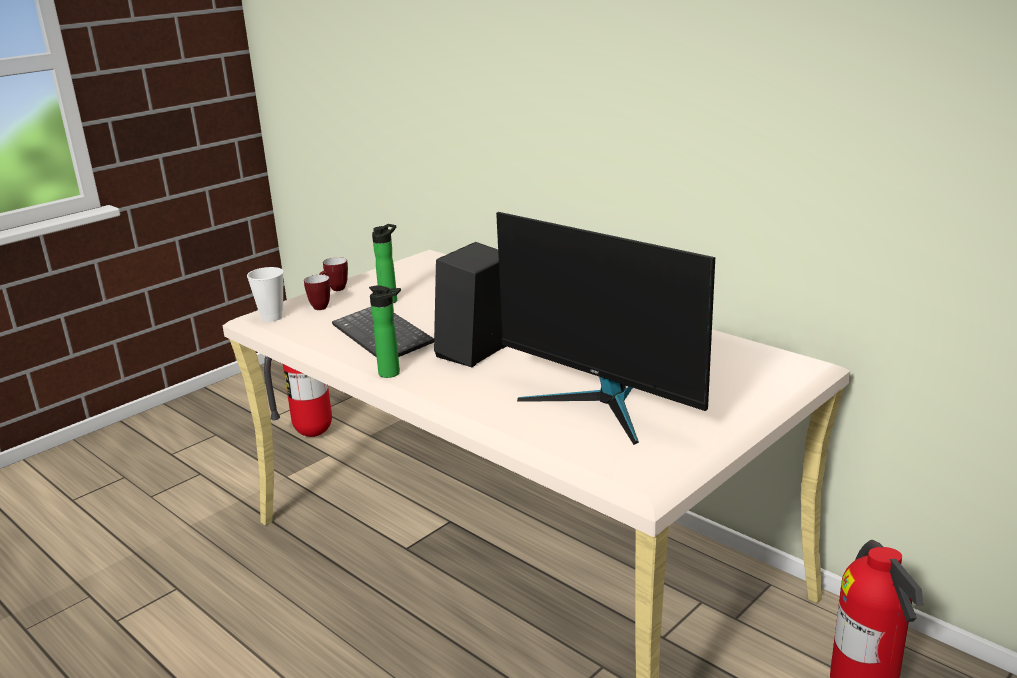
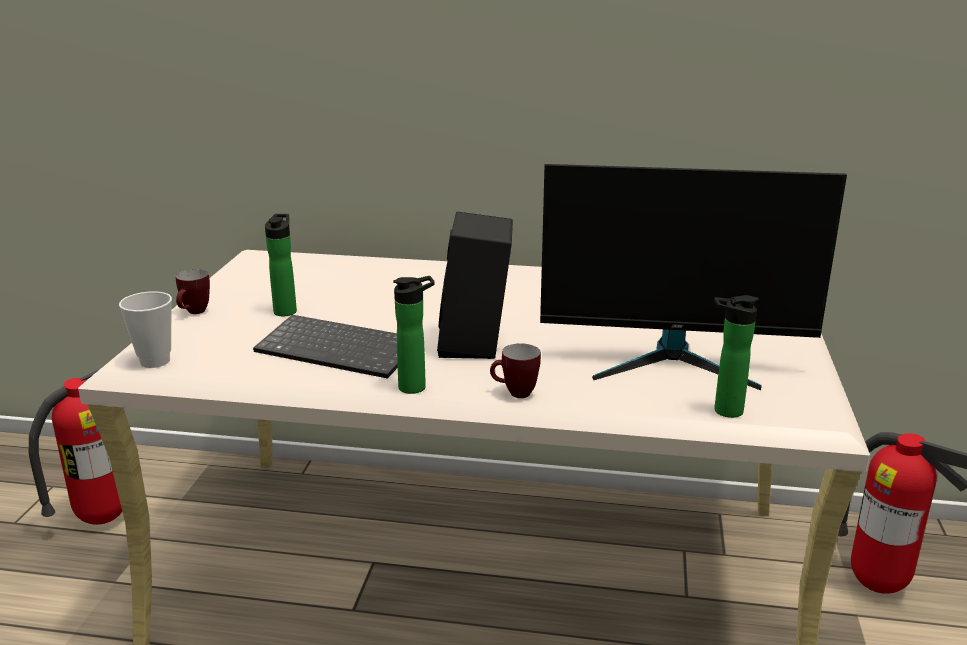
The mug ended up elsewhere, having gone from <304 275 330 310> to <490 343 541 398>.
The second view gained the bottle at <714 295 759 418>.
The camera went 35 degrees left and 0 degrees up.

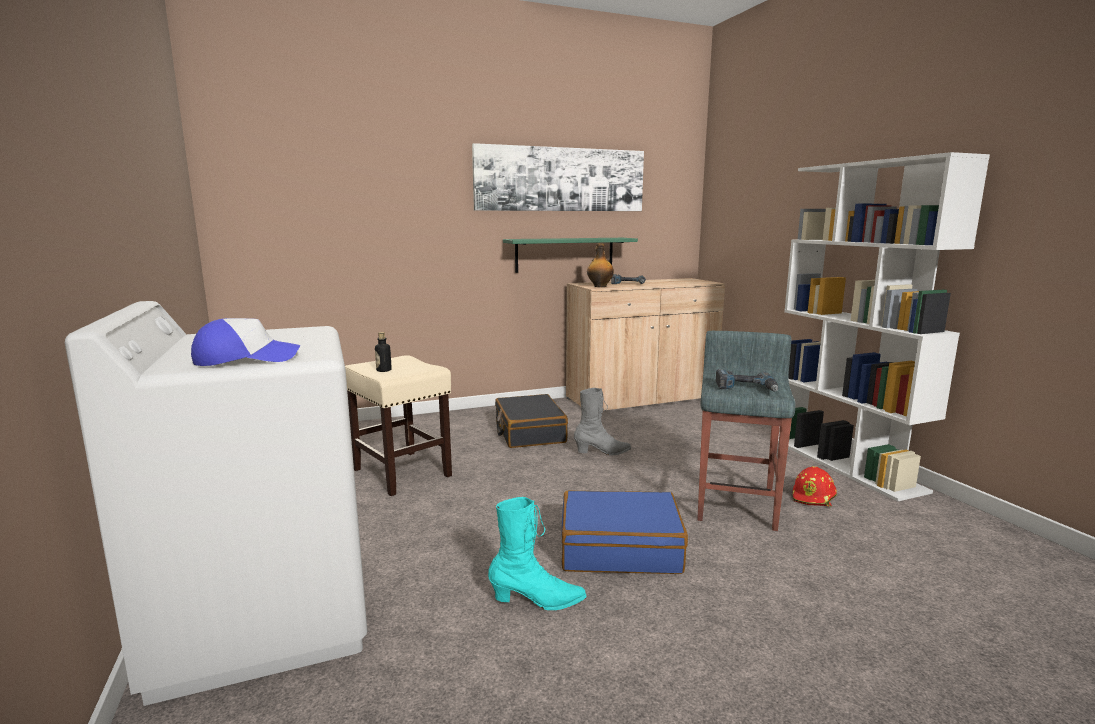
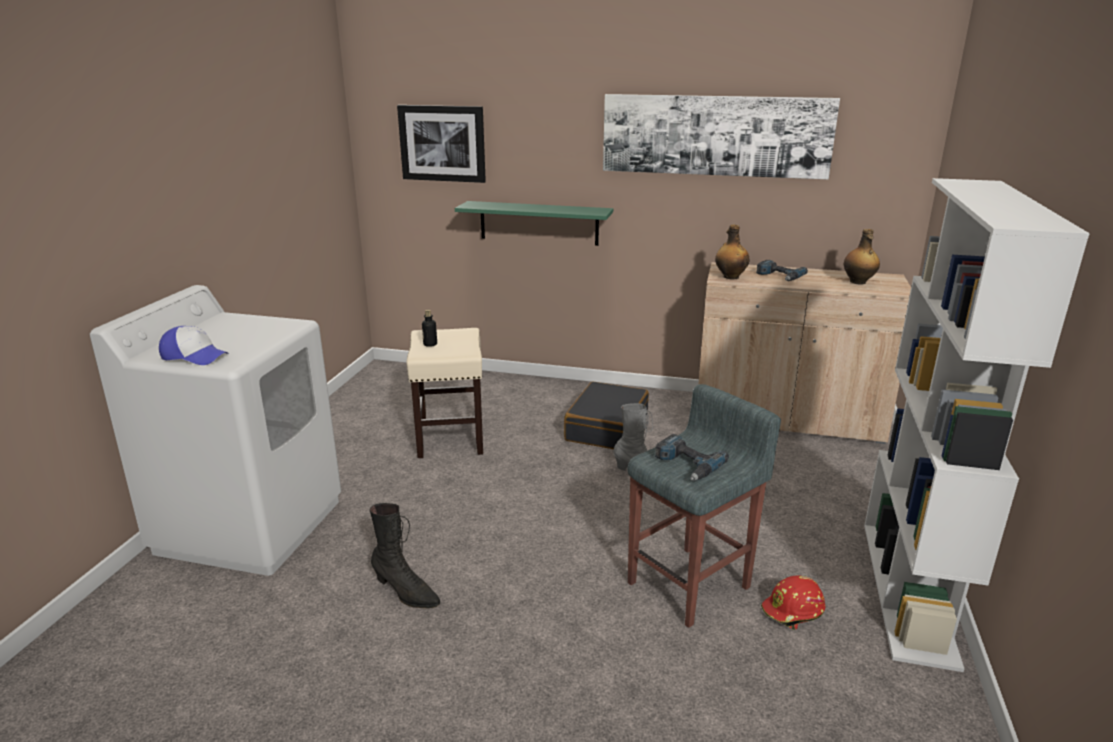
What was the turquoise boot at <488 497 586 610> turned into the black boot at <370 503 440 608>.
The green shelf ended up elsewhere, having gone from <503 238 638 273> to <455 201 613 246>.
The second view lost the blue suitcase at <562 490 688 574>.
The second view gained the picture at <397 105 486 183>.
The second view gained the bottle at <844 229 880 285>.
The camera went 35 degrees right and 10 degrees up.

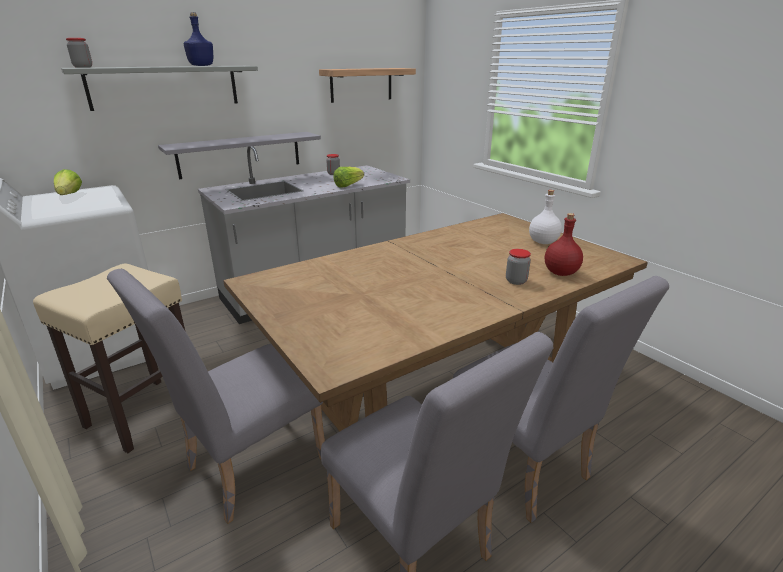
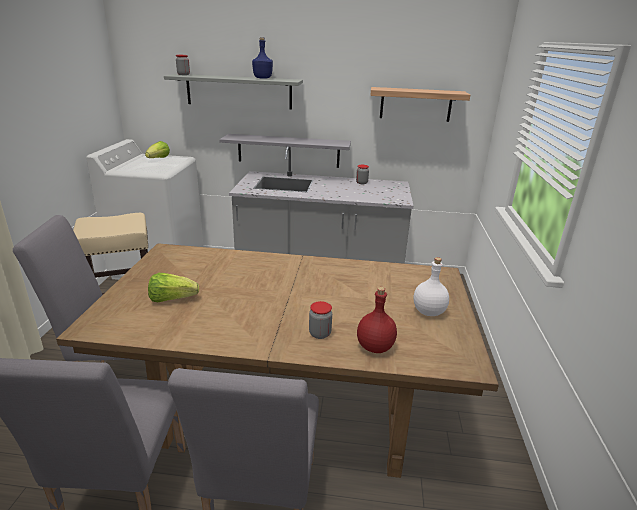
The lettuce ended up elsewhere, having gone from <333 167 364 188> to <148 273 199 302>.
The camera went 40 degrees right and 0 degrees up.

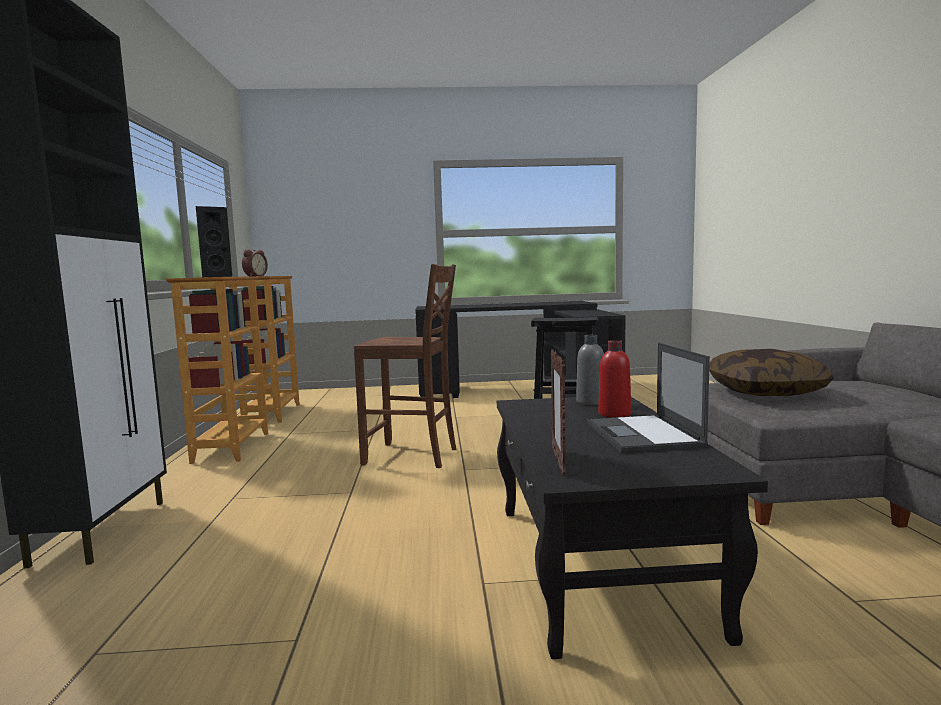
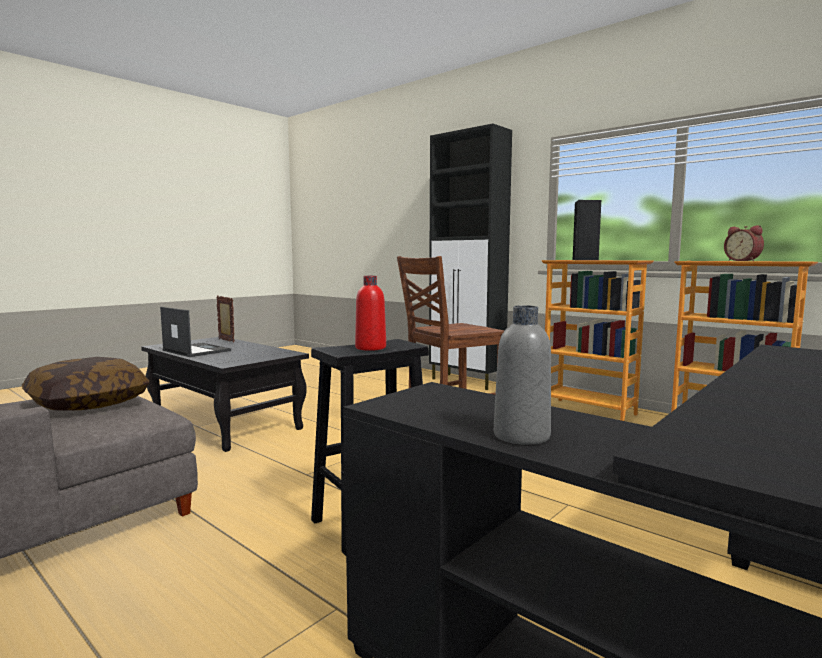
The grey bottle ended up elsewhere, having gone from <576 335 604 405> to <494 305 551 445>.
The red bottle ended up elsewhere, having gone from <598 340 631 418> to <355 276 386 351>.
The camera went 135 degrees right and 0 degrees up.

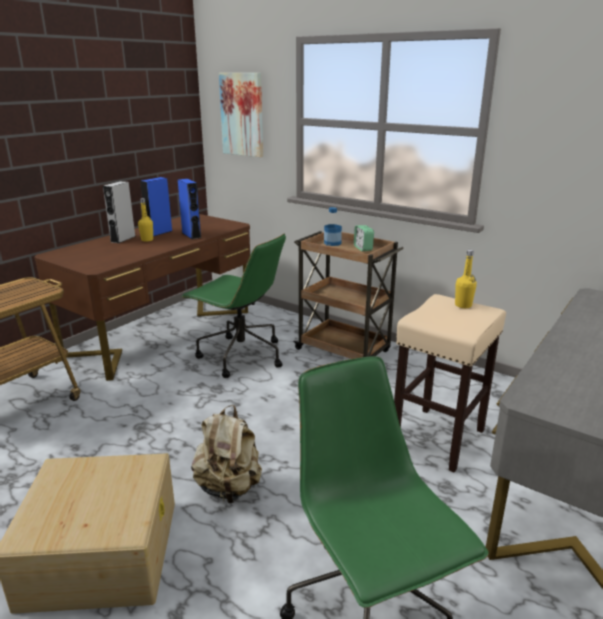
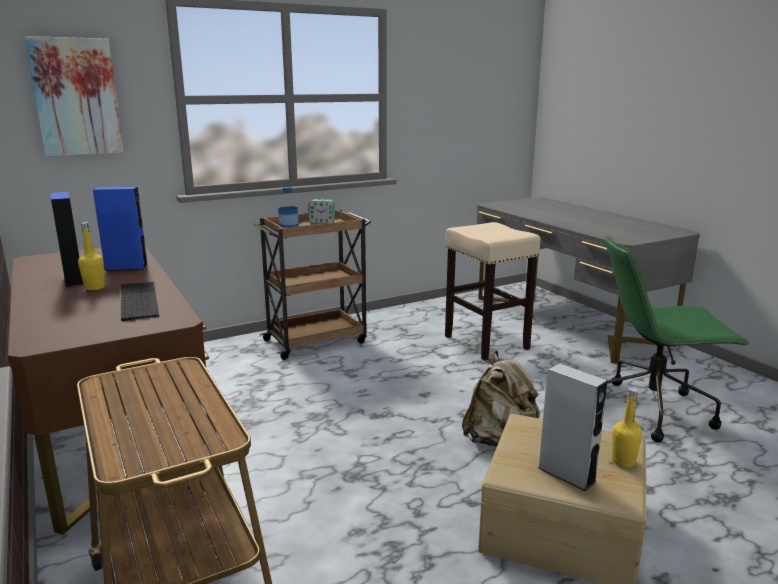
The grey speaker ended up elsewhere, having gone from <103 181 136 243> to <538 363 608 491>.
The second view lost the green office chair at <181 233 286 378>.
The yellow bottle ended up elsewhere, having gone from <455 250 477 308> to <612 388 642 467>.
The second view gained the keyboard at <121 282 159 321>.
The camera went 65 degrees left and 5 degrees down.

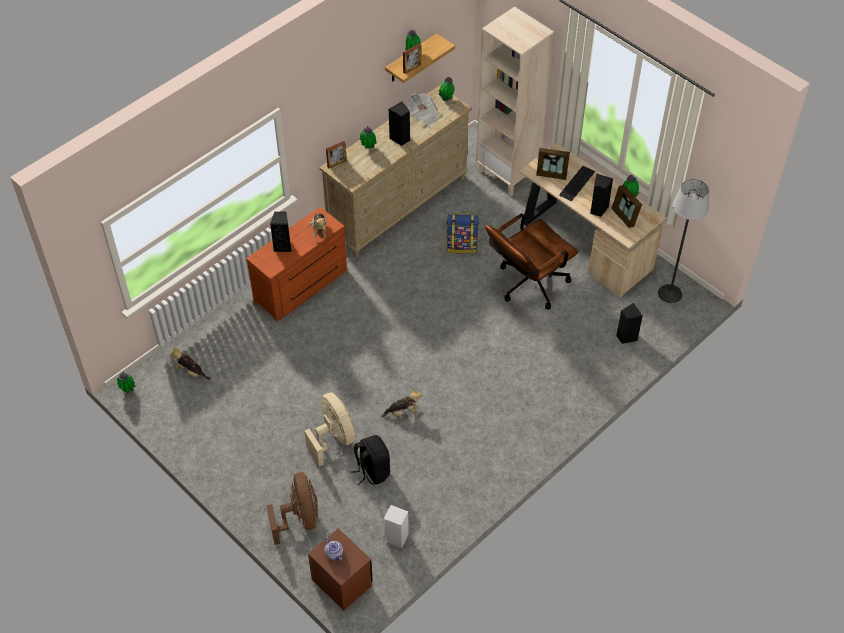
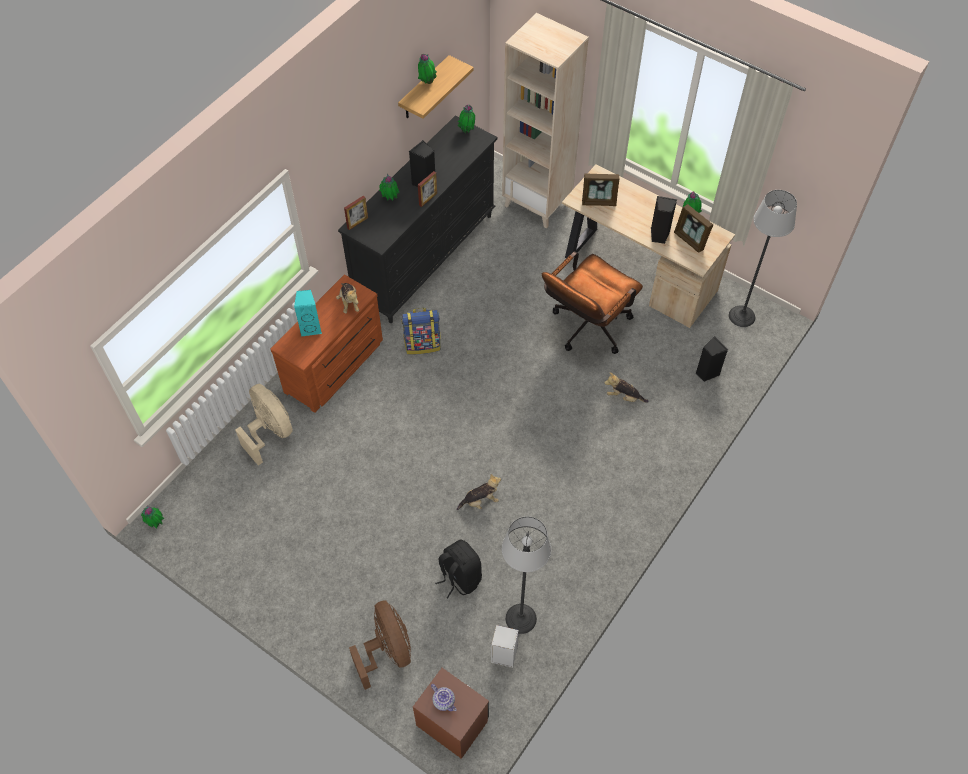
The plush toy ended up elsewhere, having gone from <169 347 211 380> to <604 372 649 403>.
What was the black speaker at <270 212 291 252> turned into the turquoise speaker at <294 290 322 337>.
The beige fan ended up elsewhere, having gone from <304 392 355 467> to <235 384 293 465>.
What was the beige dresser at <319 85 472 257> turned into the black dresser at <338 115 497 323>.
The picture frame ended up elsewhere, having gone from <403 44 421 74> to <418 171 437 207>.
The second view lost the newspaper at <408 93 440 126>.
The backpack ended up elsewhere, having gone from <447 212 479 254> to <402 308 441 355>.
The second view lost the keyboard at <559 166 595 201>.
The second view gained the floor lamp at <502 516 551 634>.
The camera went 10 degrees left and 5 degrees up.

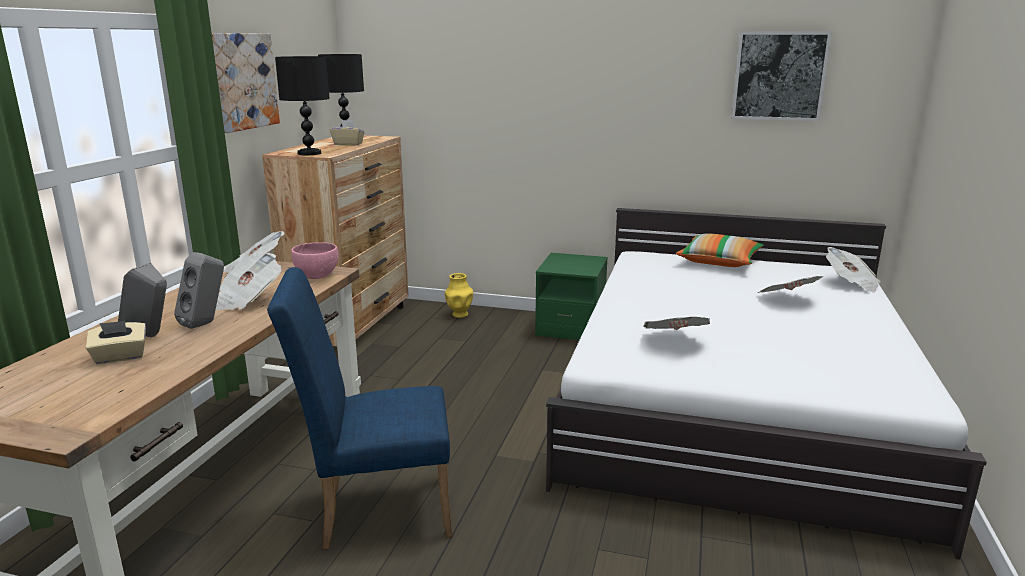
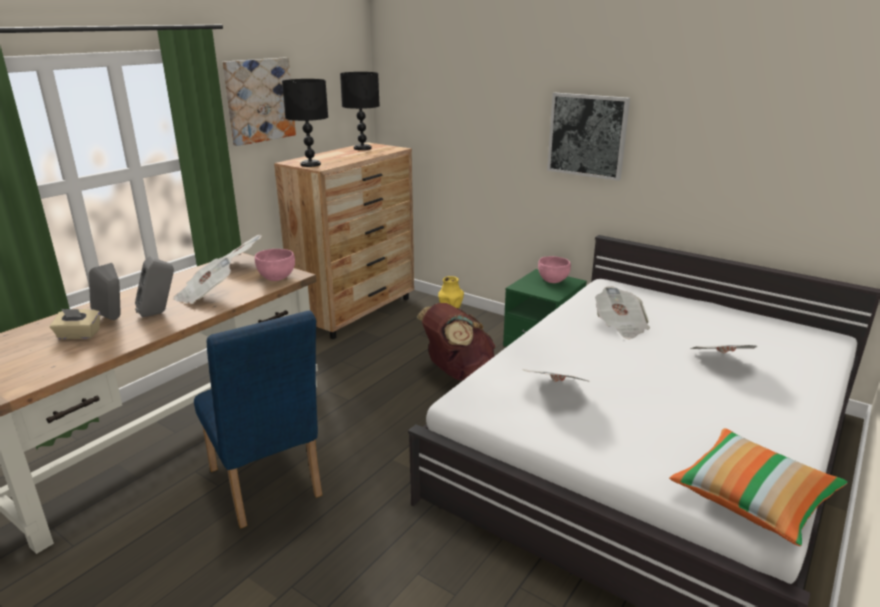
The blue chair at <267 267 452 549> ended up facing another way, 135 degrees counterclockwise from before.
The second view lost the beige tissue box at <330 120 365 145>.
The pillow ended up elsewhere, having gone from <676 233 764 267> to <669 428 848 546>.
The picture ended up elsewhere, having gone from <731 31 832 121> to <547 93 630 181>.
The newspaper ended up elsewhere, having gone from <826 247 880 293> to <595 286 650 340>.
The second view gained the brown backpack at <416 303 496 380>.
The second view gained the pink bowl at <538 256 571 283>.
The camera went 20 degrees right and 5 degrees up.

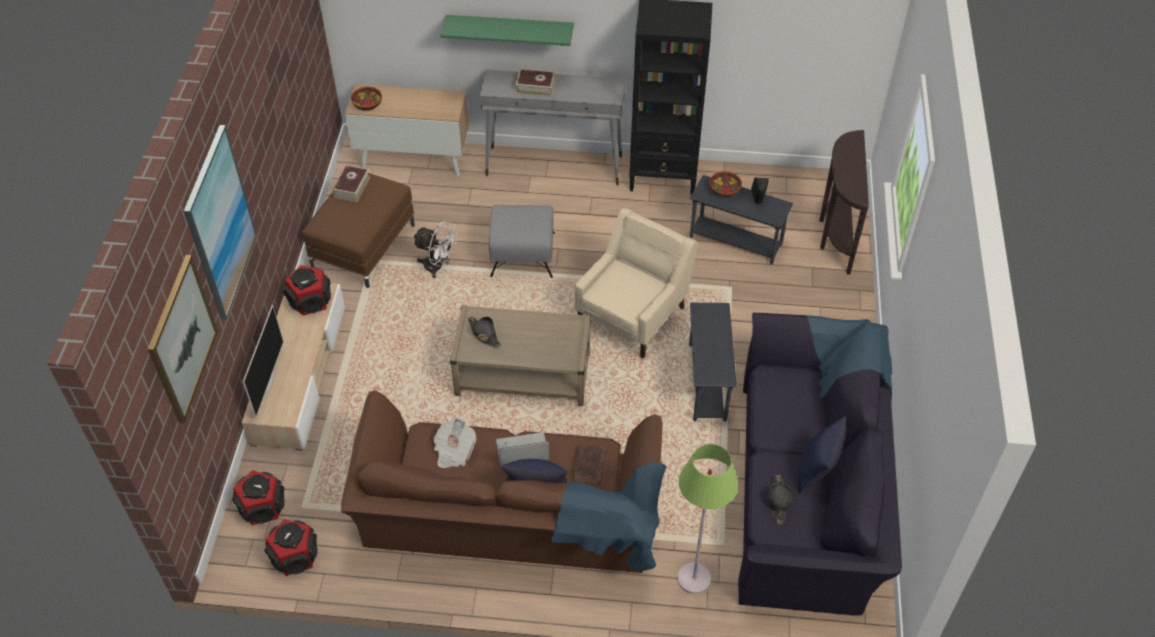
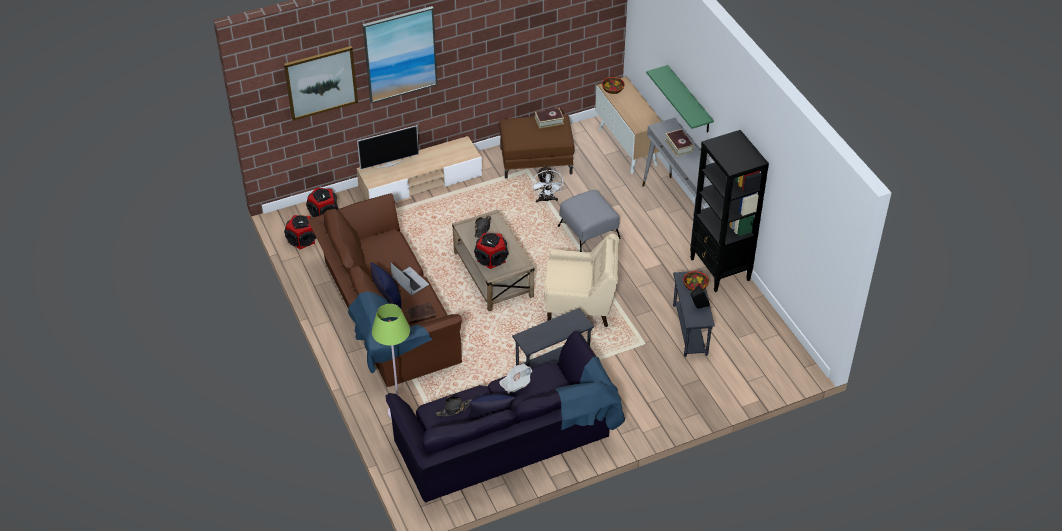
The speaker ended up elsewhere, having gone from <283 265 331 316> to <474 233 508 269>.
The newspaper ended up elsewhere, having gone from <433 418 476 468> to <499 364 532 394>.
The second view lost the brown console table at <819 130 869 274>.
The camera went 60 degrees right and 5 degrees down.

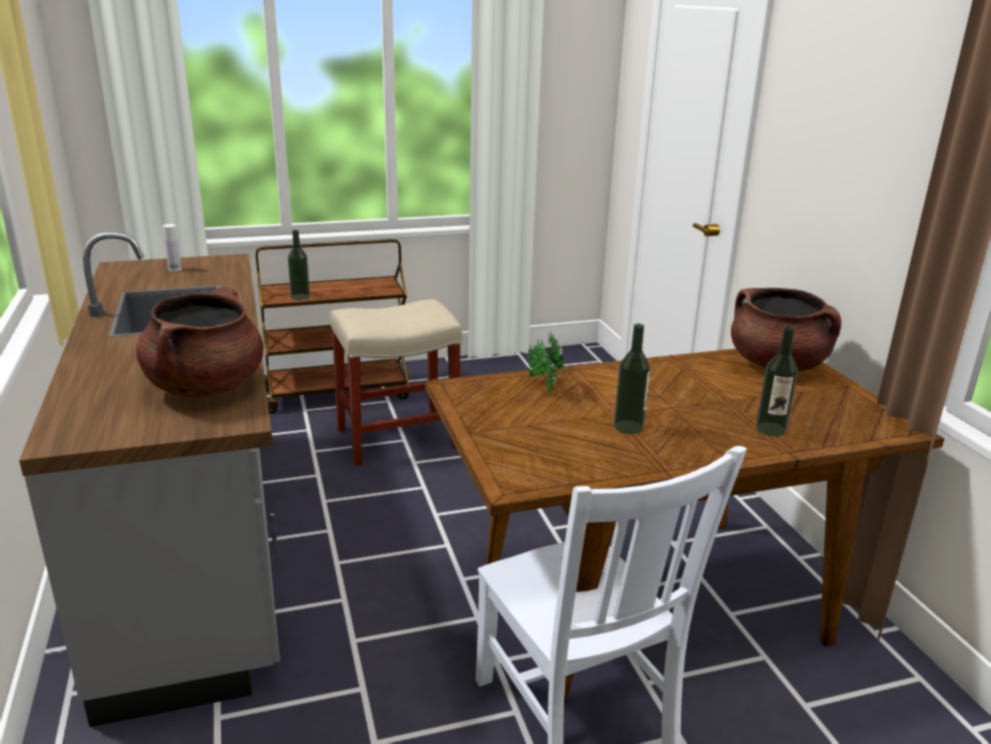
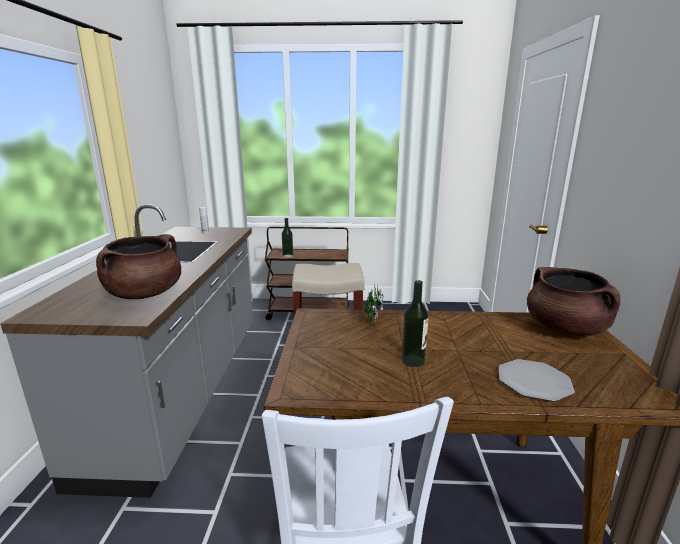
Where the bottle stood at <756 326 798 436>, the plate came to stand at <499 359 575 402>.
The camera went 20 degrees right and 5 degrees down.

